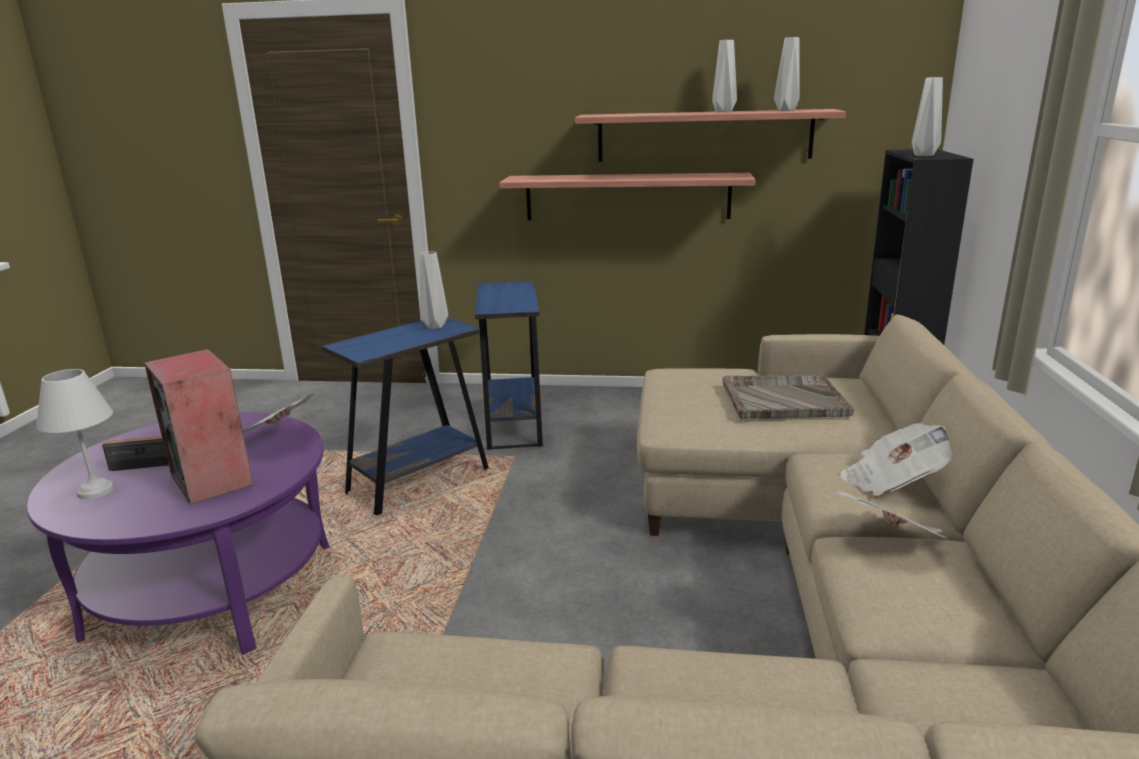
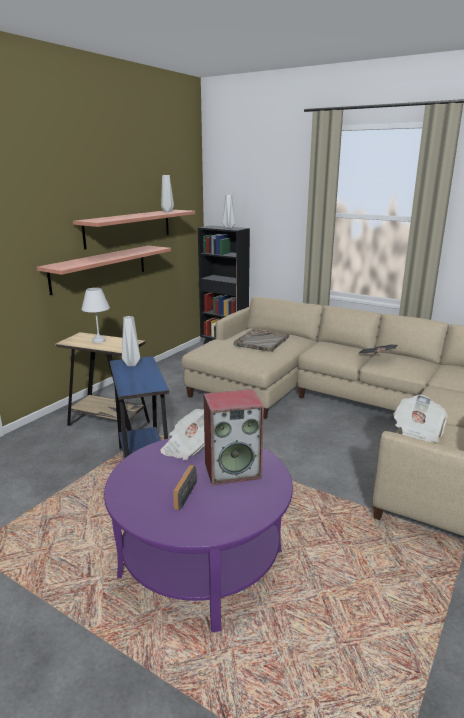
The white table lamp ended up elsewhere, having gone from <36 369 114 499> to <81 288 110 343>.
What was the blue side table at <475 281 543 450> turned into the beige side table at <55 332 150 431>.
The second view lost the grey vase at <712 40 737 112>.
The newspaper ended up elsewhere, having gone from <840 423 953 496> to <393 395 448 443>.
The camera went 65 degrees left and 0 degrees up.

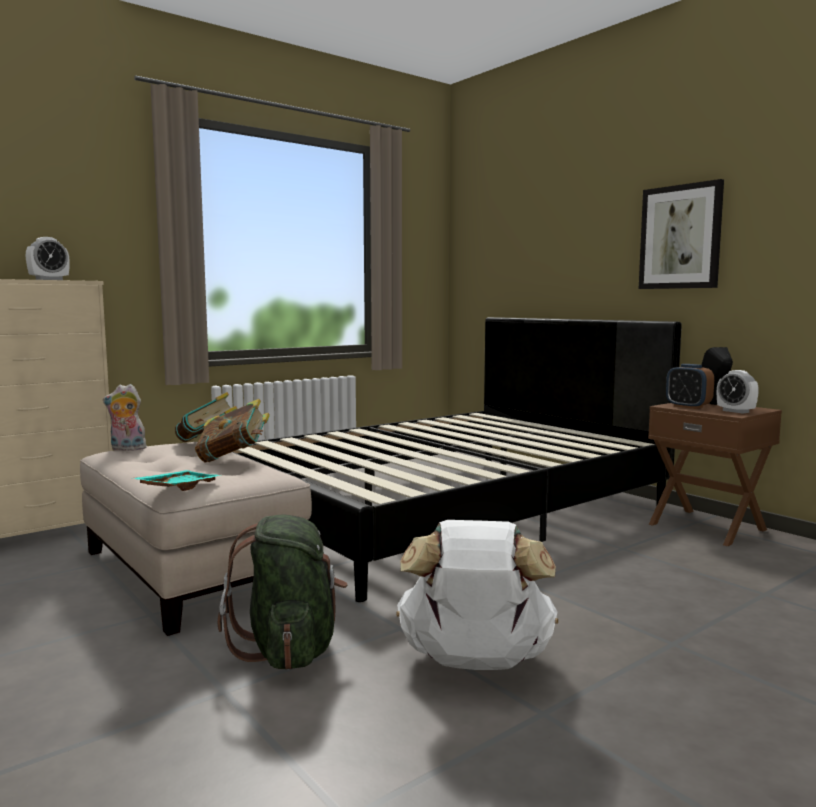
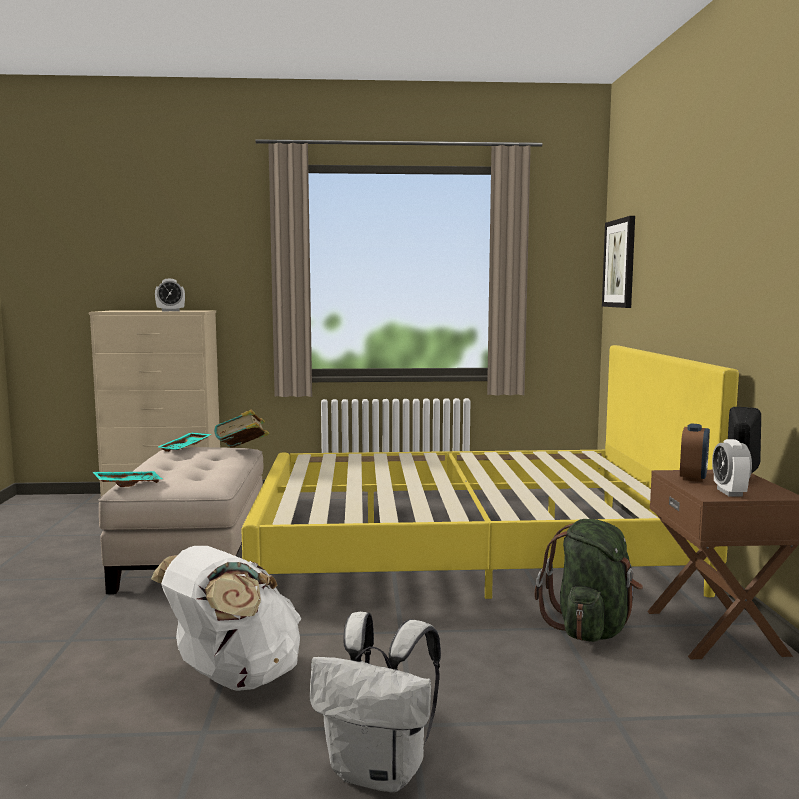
Where the plush toy stood at <103 384 147 451>, the turquoise tray came to stand at <158 432 212 452>.
The second view lost the book at <195 399 270 463>.
The green backpack ended up elsewhere, having gone from <218 514 348 670> to <534 519 643 642>.
What was the black bed at <232 317 682 602> turned into the yellow bed at <241 345 739 599>.
The picture ended up elsewhere, having gone from <639 179 724 289> to <602 216 635 308>.
The alarm clock at <666 364 714 409> ended up facing another way, 150 degrees counterclockwise from before.
The second view gained the white backpack at <310 612 441 792>.
The camera went 35 degrees right and 0 degrees up.

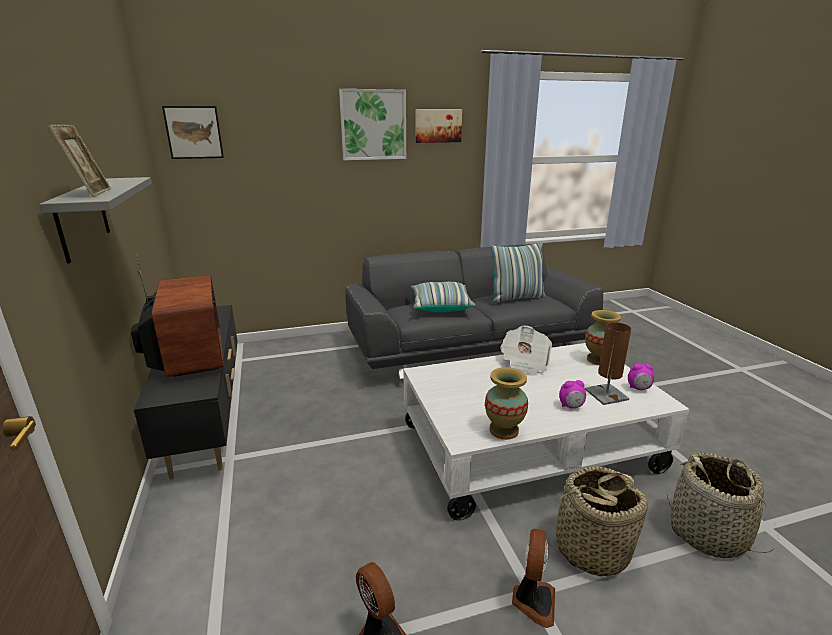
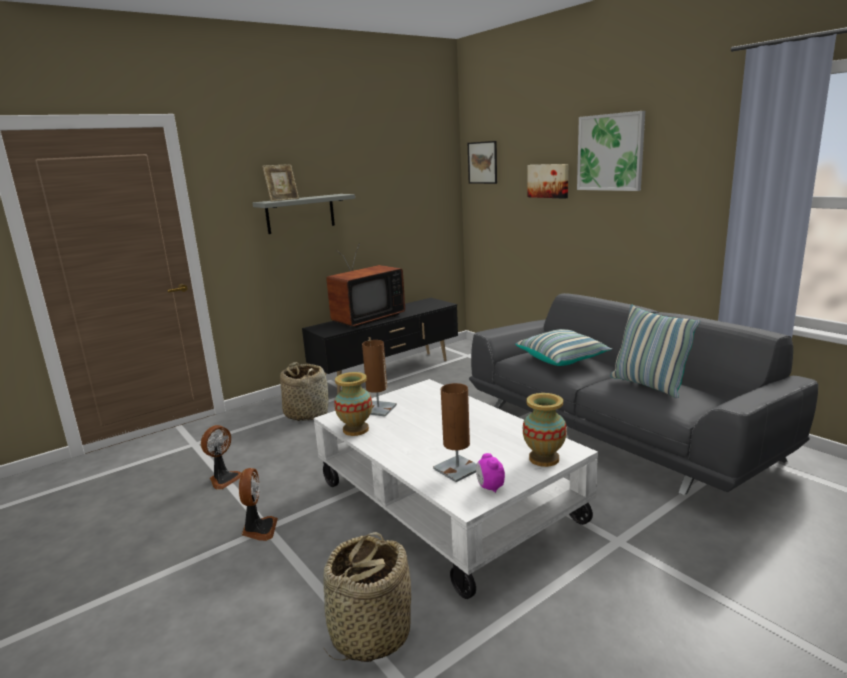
The picture ended up elsewhere, having gone from <415 109 462 143> to <527 164 568 199>.
The second view lost the newspaper at <500 326 552 375>.
The fan at <512 529 555 628> ended up facing another way, 90 degrees counterclockwise from before.
The basket ended up elsewhere, having gone from <541 466 648 577> to <280 362 329 421>.
The second view lost the alarm clock at <559 380 586 409>.
The second view gained the brown table lamp at <362 340 397 417>.
The camera went 70 degrees right and 5 degrees down.

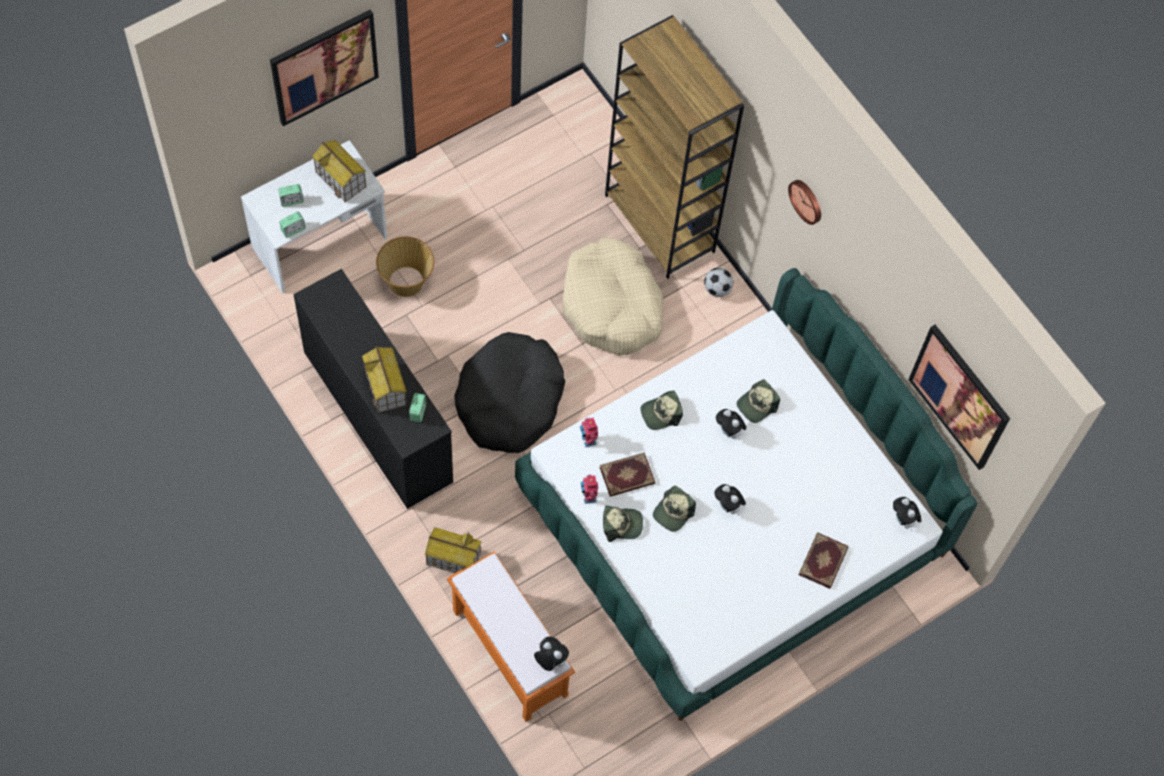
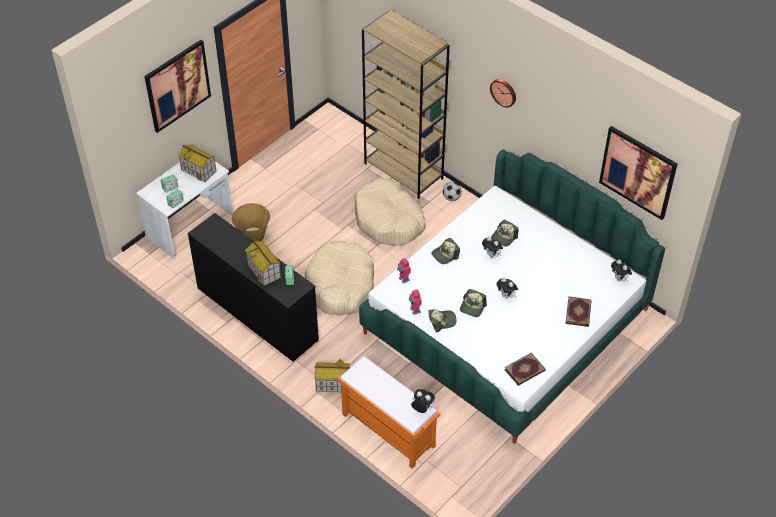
What was the black dog bed at <454 332 565 453> turned into the beige dog bed at <305 241 374 315>.
The book ended up elsewhere, having gone from <600 452 655 497> to <504 353 546 386>.
The camera went 10 degrees left and 15 degrees down.

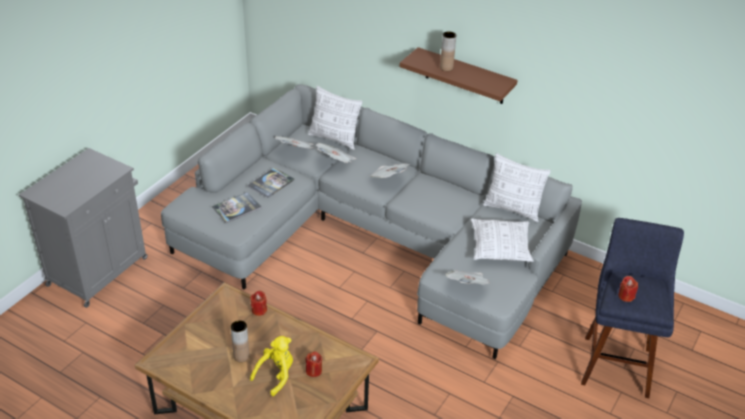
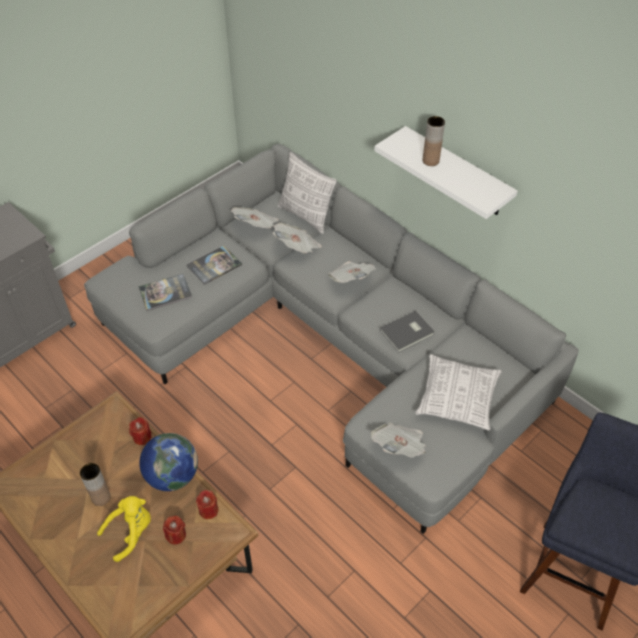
What was the brown shelf at <400 47 517 104> turned into the white shelf at <374 126 518 219>.
The second view lost the pillow at <483 153 551 223>.
The red candle ended up elsewhere, having gone from <618 276 638 302> to <196 490 218 519>.
The second view gained the globe at <139 433 198 491>.
The second view gained the grey book at <380 311 435 353>.
The camera went 15 degrees right and 10 degrees up.

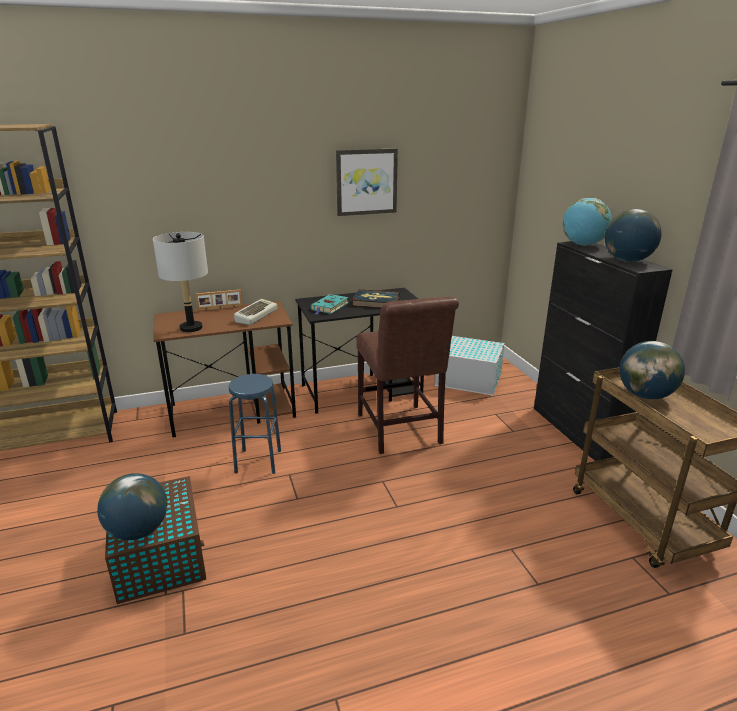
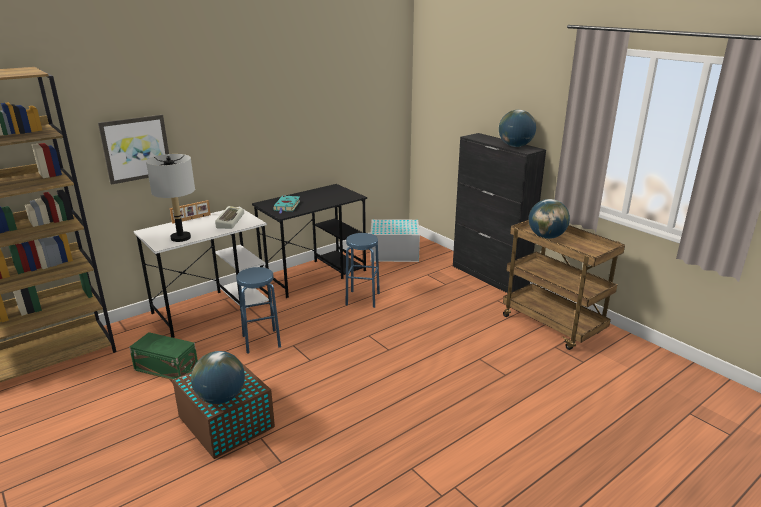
What was the brown desk at <153 301 296 438> turned into the white desk at <133 207 270 338>.
The picture ended up elsewhere, having gone from <336 148 398 216> to <98 115 169 185>.
The second view lost the book at <351 289 400 308>.
Where the brown chair stood at <356 297 459 454>, the blue stool came to stand at <346 233 380 308>.
The second view lost the globe at <563 198 612 246>.
The second view gained the green storage box at <129 332 198 380>.
The camera went 20 degrees left and 0 degrees up.

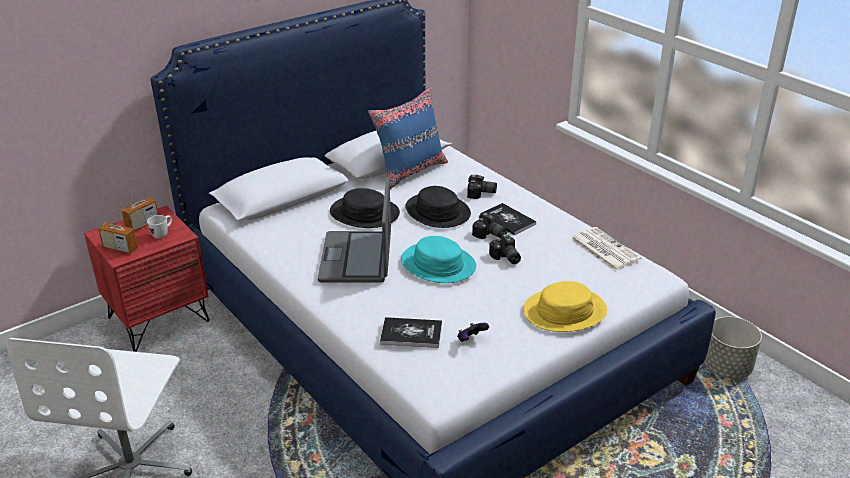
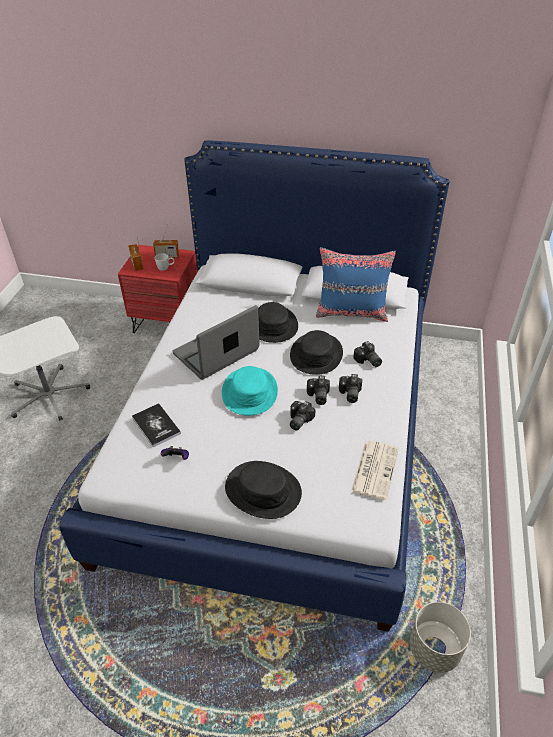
Where the book stood at <480 203 537 236>, the photo camera came to stand at <339 374 362 403>.
What was the yellow hat at <523 281 607 332> turned into the black hat at <225 461 302 519>.
The camera went 50 degrees right and 10 degrees up.

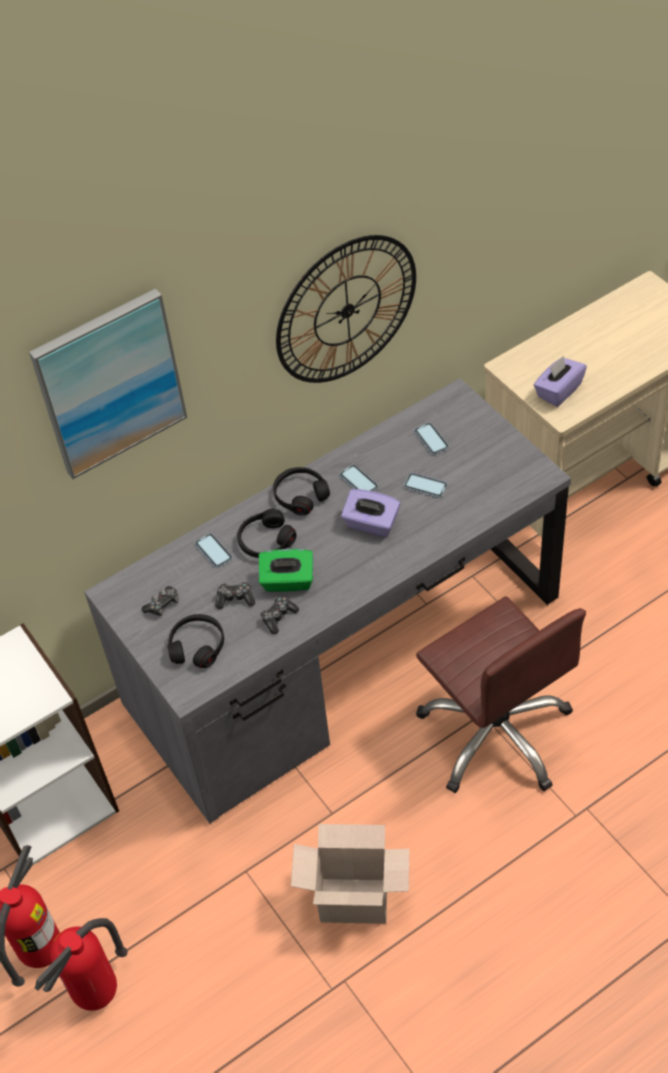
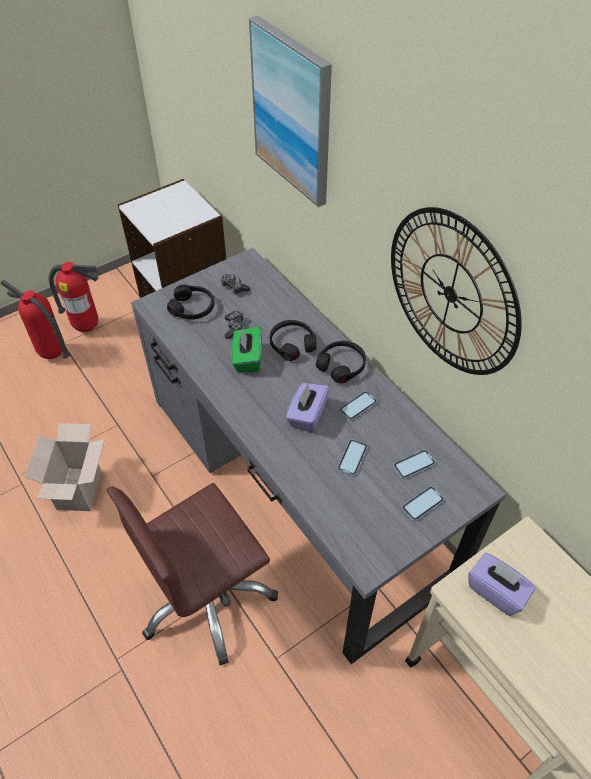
The phone ended up elsewhere, having gone from <195 533 233 568> to <402 486 444 521>.
The second view lost the game controller at <260 596 299 634>.
The camera went 85 degrees right and 0 degrees up.

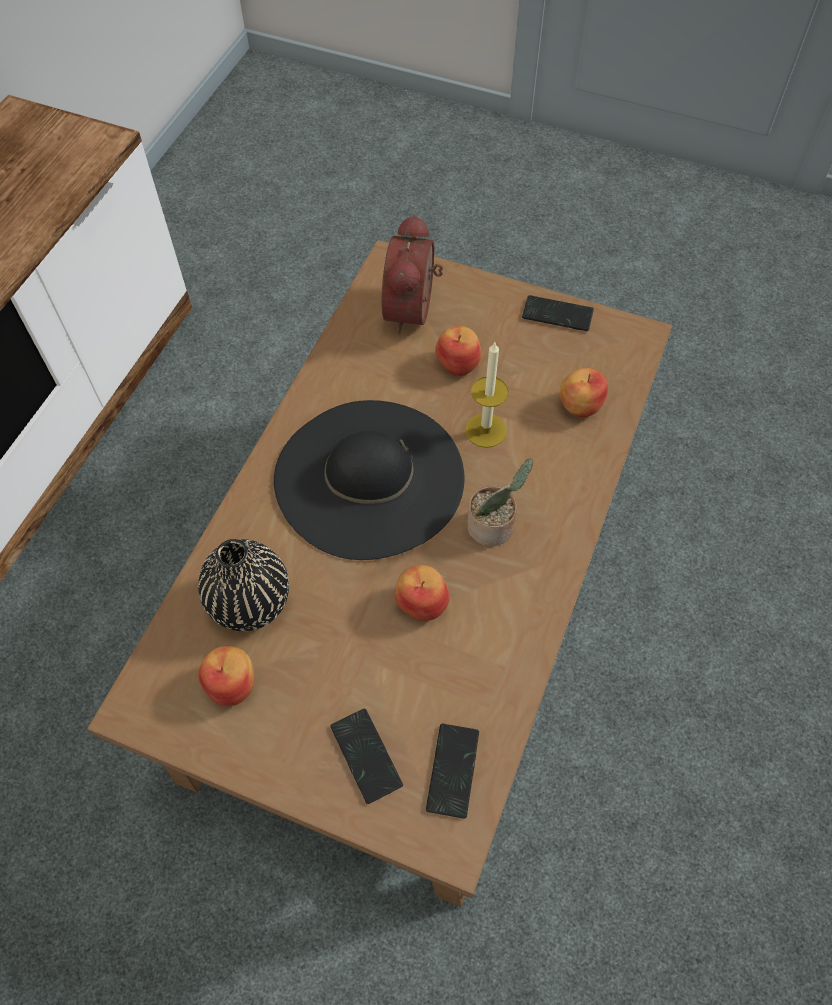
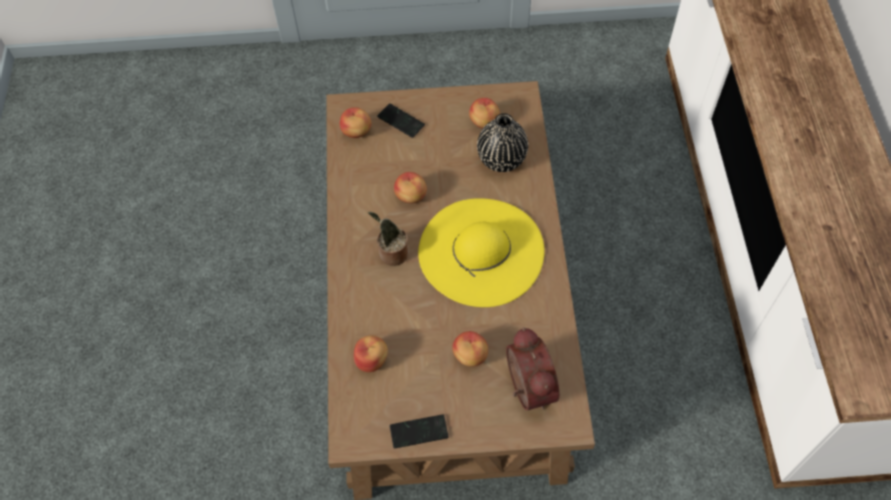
What was the black hat at <274 400 465 560> turned into the yellow hat at <418 199 545 307>.
Where the phone stood at <426 724 479 819>, the apple came to stand at <340 107 371 138>.
The second view lost the candle at <465 341 509 448>.
The camera went 155 degrees right and 0 degrees up.

